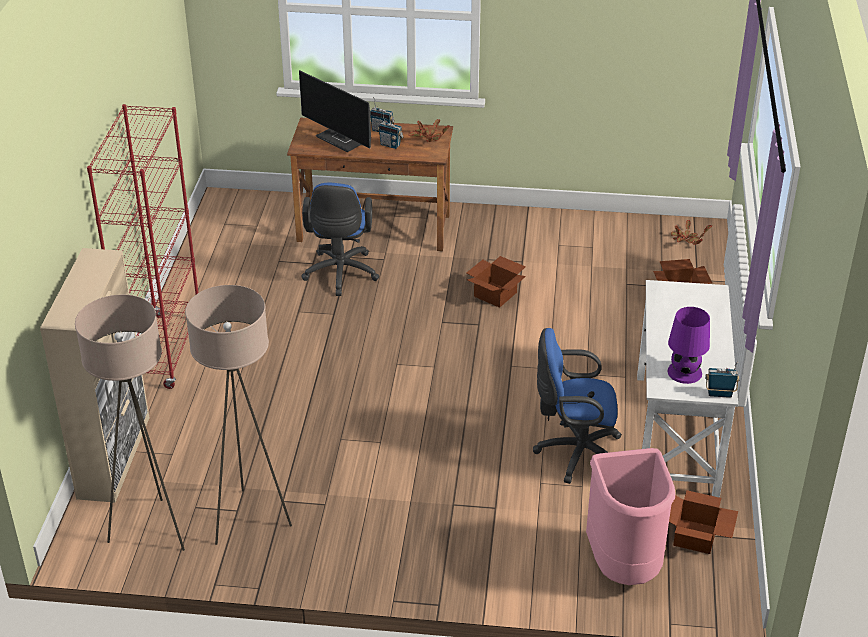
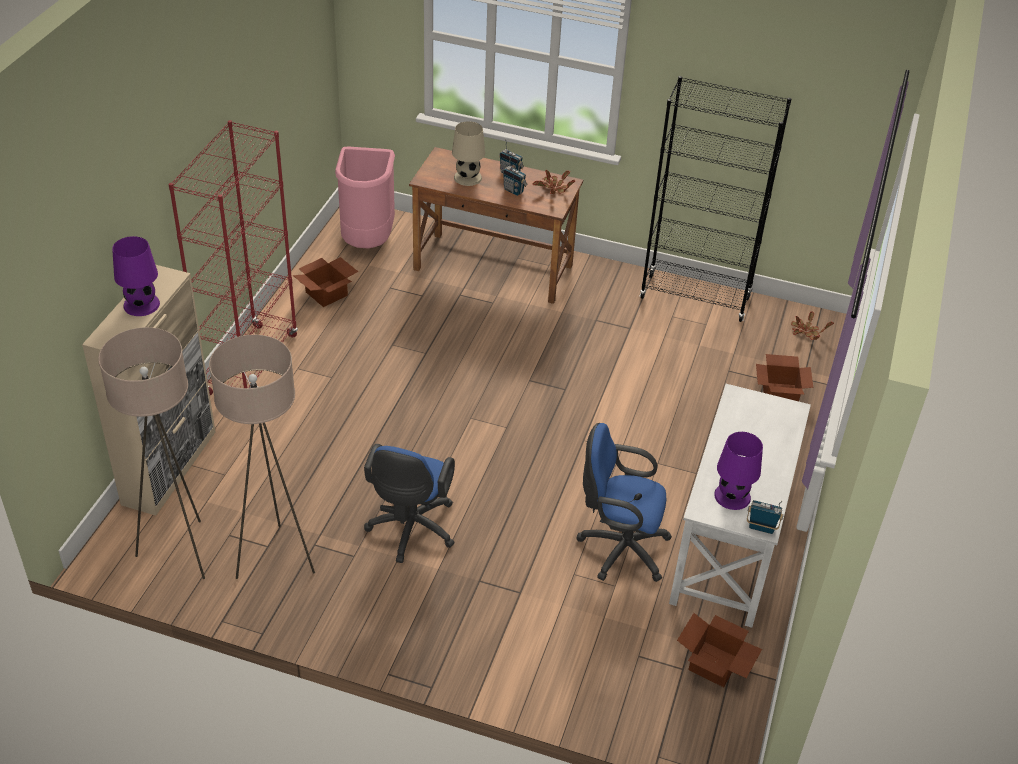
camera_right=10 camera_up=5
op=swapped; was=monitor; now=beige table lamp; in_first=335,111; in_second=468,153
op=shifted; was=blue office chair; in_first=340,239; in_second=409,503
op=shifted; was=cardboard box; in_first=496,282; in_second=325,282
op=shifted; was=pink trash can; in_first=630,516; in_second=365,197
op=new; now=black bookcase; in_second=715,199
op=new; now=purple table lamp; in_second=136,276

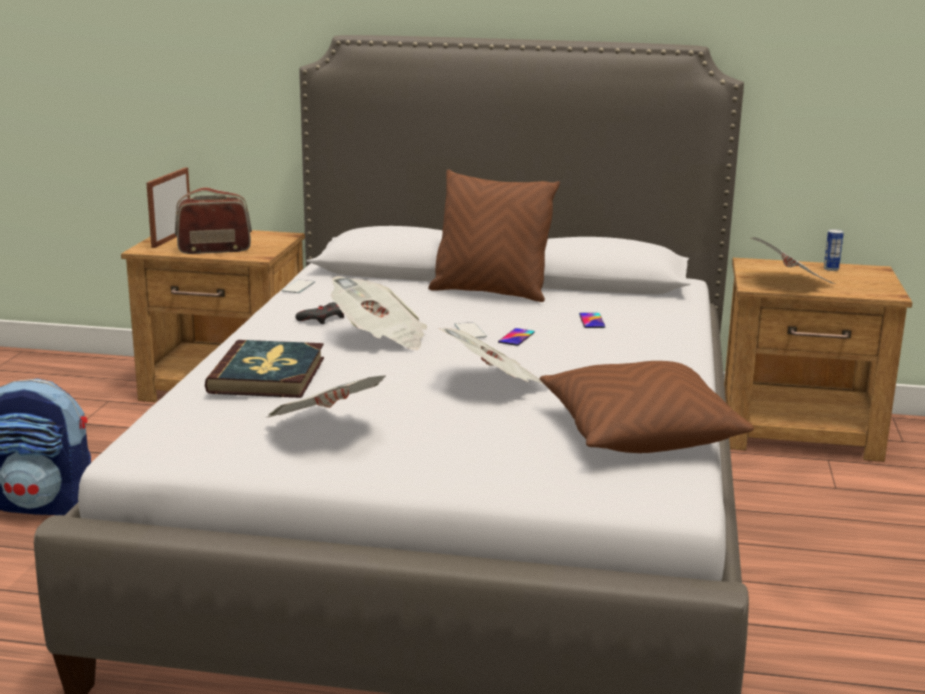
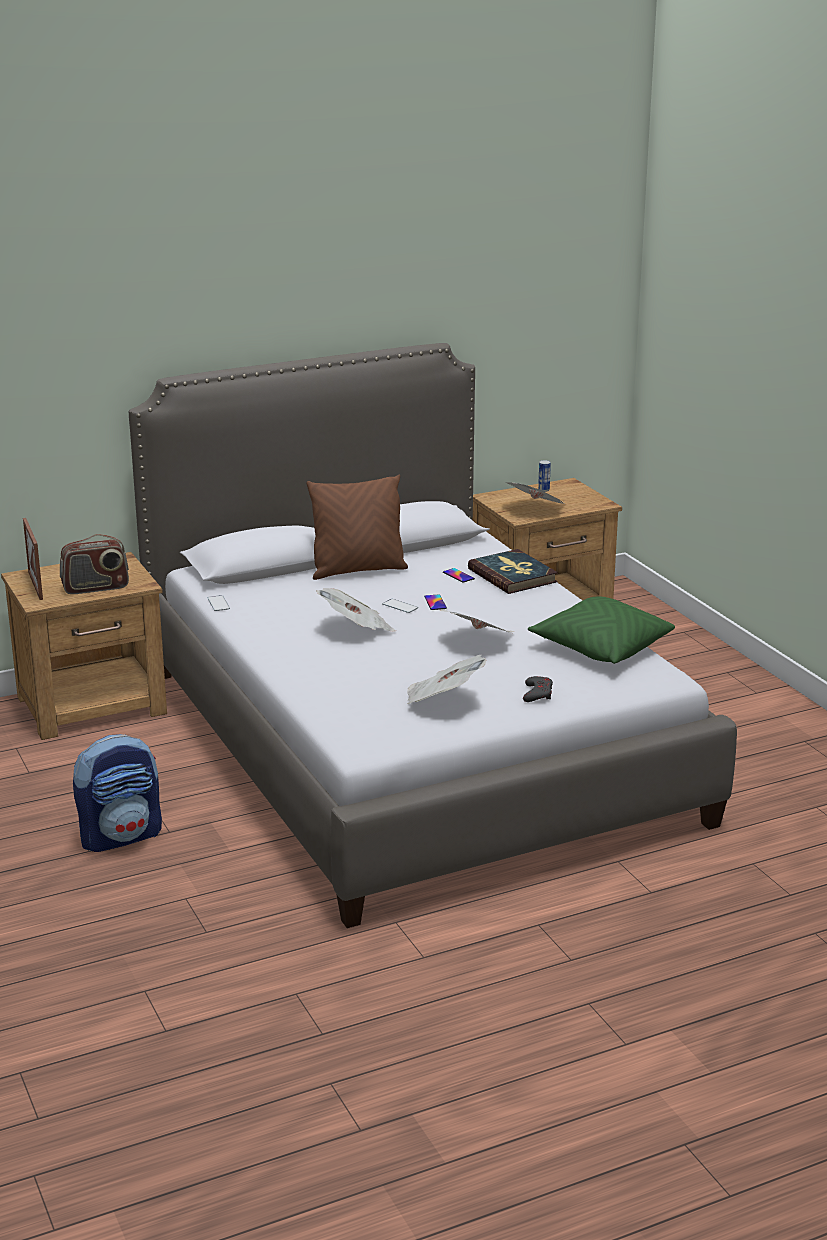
camera_right=-35 camera_up=5
op=rotated; was=radio; in_first=213,220; in_second=94,564; clockwise=-150
op=shifted; was=grey game controller; in_first=319,313; in_second=538,689
op=shifted; was=book; in_first=264,369; in_second=513,571
op=repainted; was=brown pillow; now=green pillow; in_first=647,407; in_second=601,630

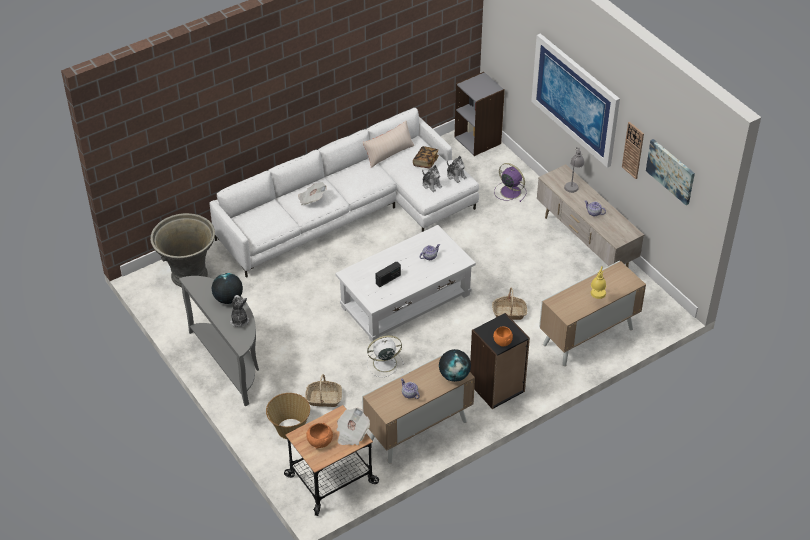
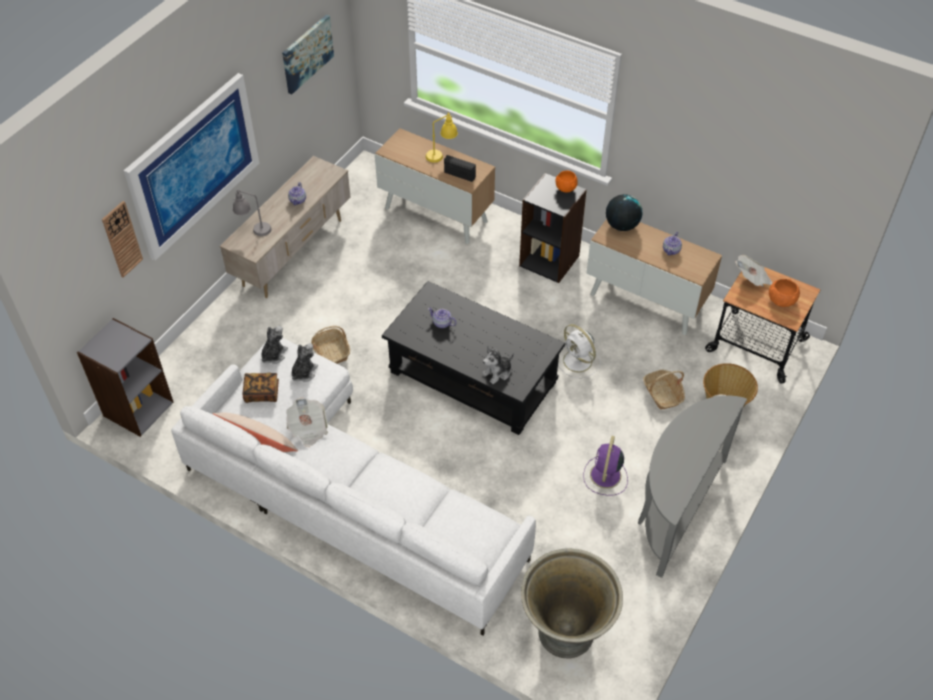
camera_right=-115 camera_up=5
op=shifted; was=wall clock; in_first=633,150; in_second=122,239
op=shifted; was=purple fan; in_first=510,182; in_second=605,466
op=shifted; was=newspaper; in_first=312,193; in_second=307,422
op=repainted; was=white coffee table; now=black coffee table; in_first=405,284; in_second=473,358
op=shifted; was=radio; in_first=388,274; in_second=460,168
op=gone; was=globe; in_first=227,288
op=shifted; was=basket; in_first=509,303; in_second=330,345
op=shifted; was=plush toy; in_first=239,311; in_second=498,365

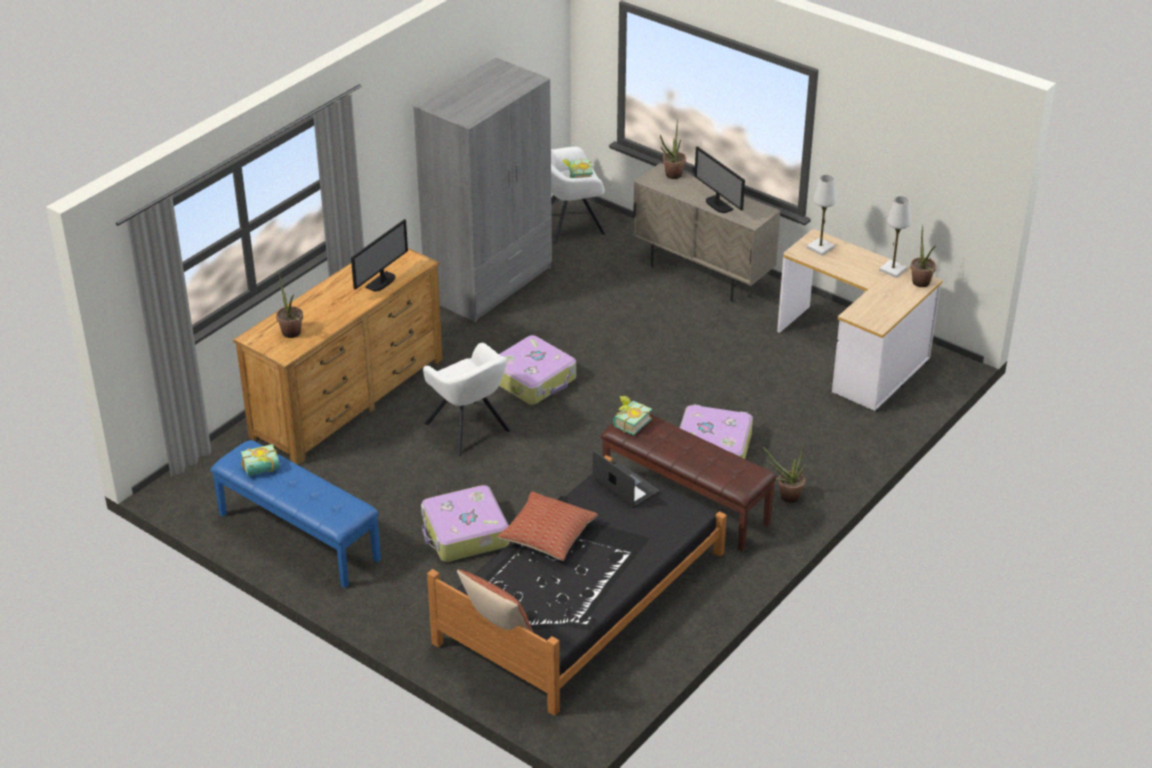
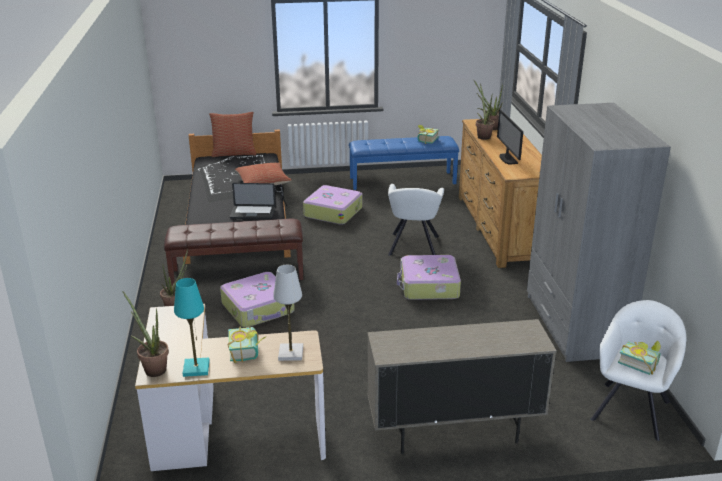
camera_right=135 camera_up=-10
op=shifted; was=potted plant; in_first=673,149; in_second=485,112
op=gone; was=monitor; in_first=720,179
op=repainted; was=white table lamp; now=turquoise table lamp; in_first=895,237; in_second=192,327
op=rotated; was=white armchair; in_first=467,399; in_second=416,220; clockwise=-90
op=shifted; was=book; in_first=632,415; in_second=247,345

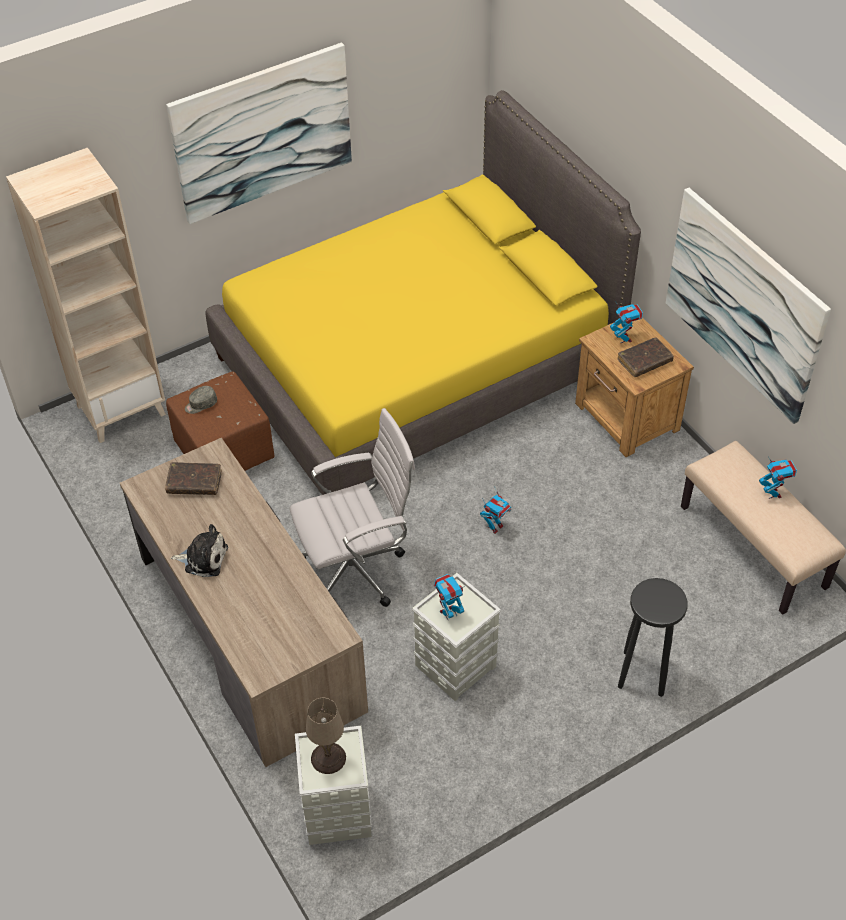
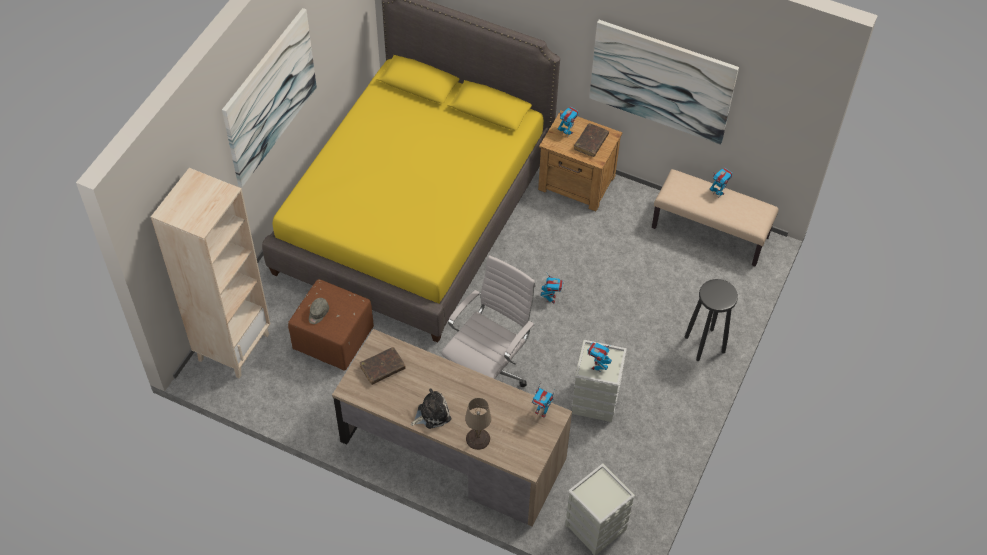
camera_right=-35 camera_up=5
op=shifted; was=beige table lamp; in_first=326,736; in_second=478,424
op=new; now=toy robot; in_second=542,400

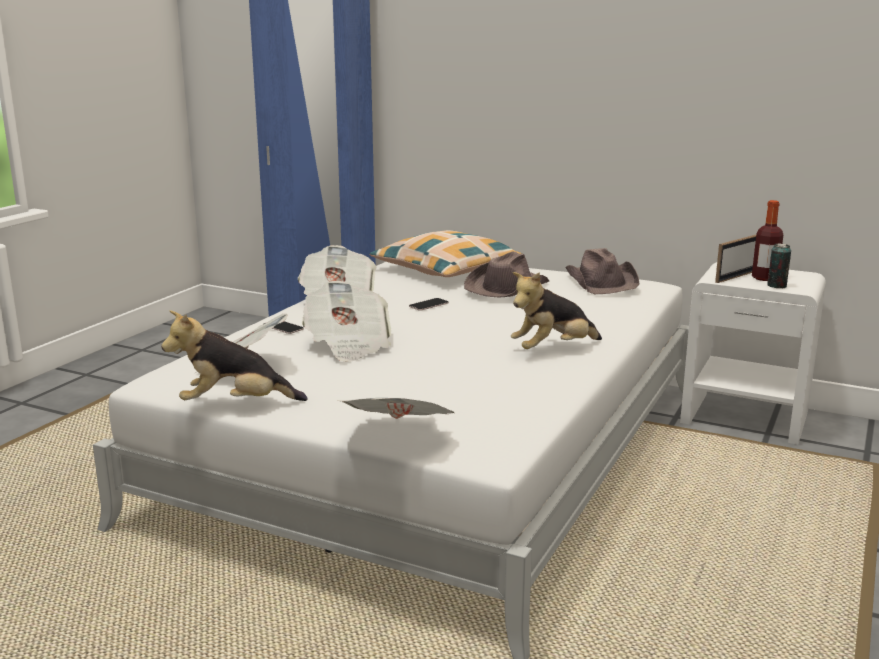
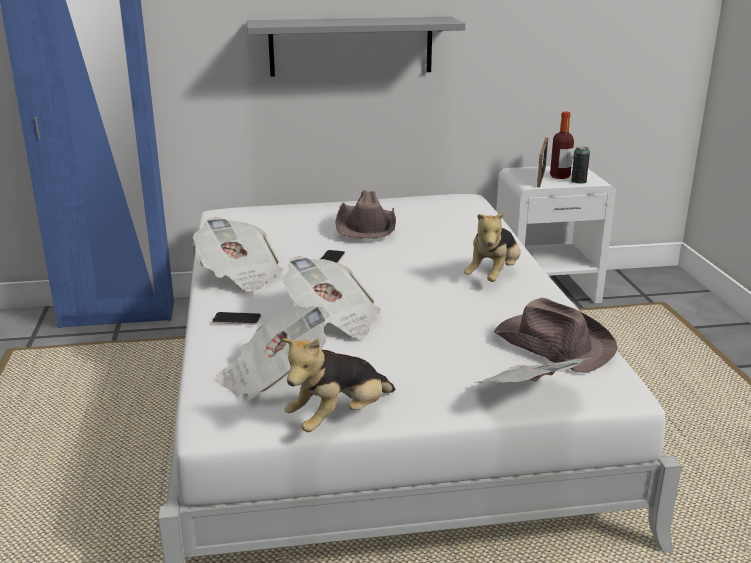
camera_right=-35 camera_up=5
op=gone; was=pillow; in_first=445,253
op=shifted; was=brown hat; in_first=603,271; in_second=556,335
op=new; now=grey shelf; in_second=356,47

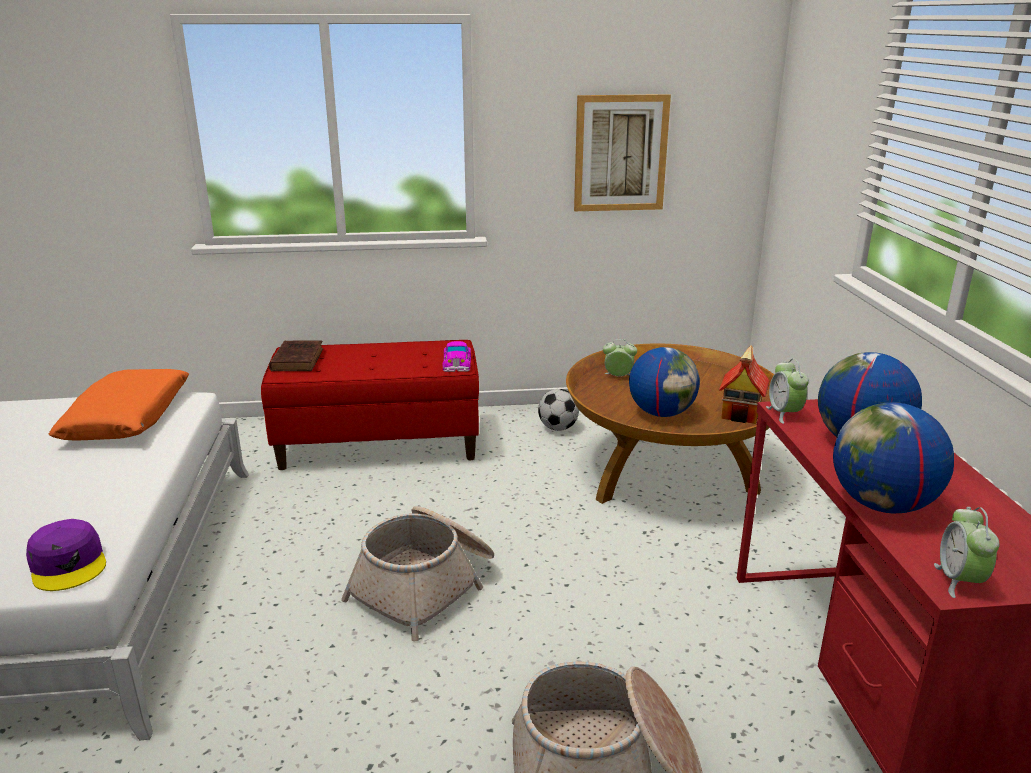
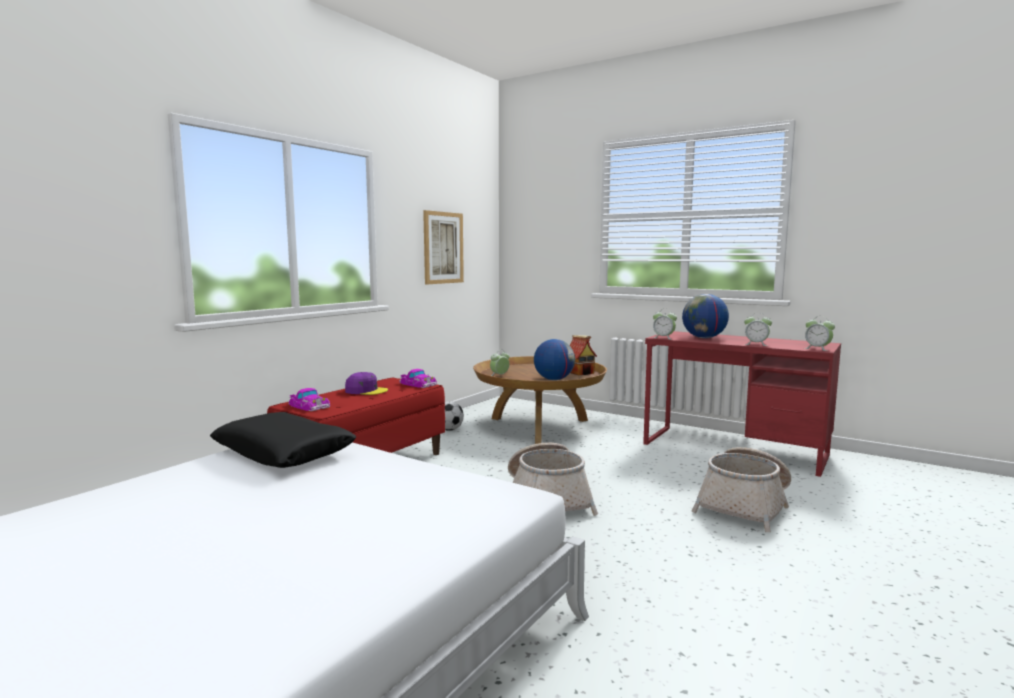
camera_right=-50 camera_up=-15
op=swapped; was=brown book; now=toy car; in_first=296,355; in_second=309,399
op=repainted; was=orange pillow; now=black pillow; in_first=119,404; in_second=283,440
op=swapped; was=globe; now=alarm clock; in_first=893,458; in_second=758,331
op=shifted; was=purple cap; in_first=66,555; in_second=366,383

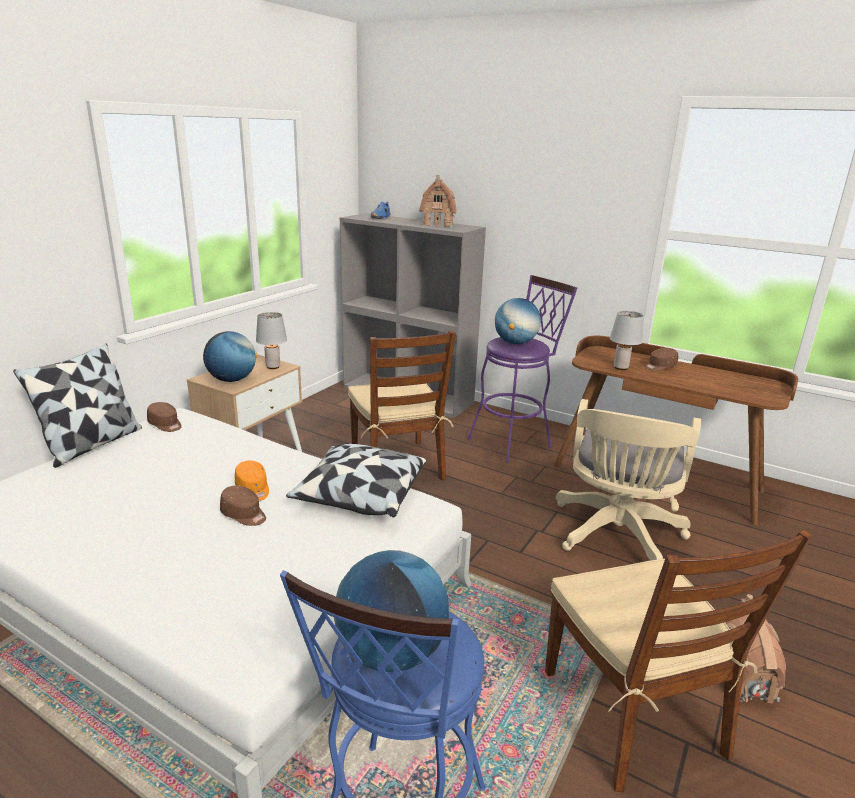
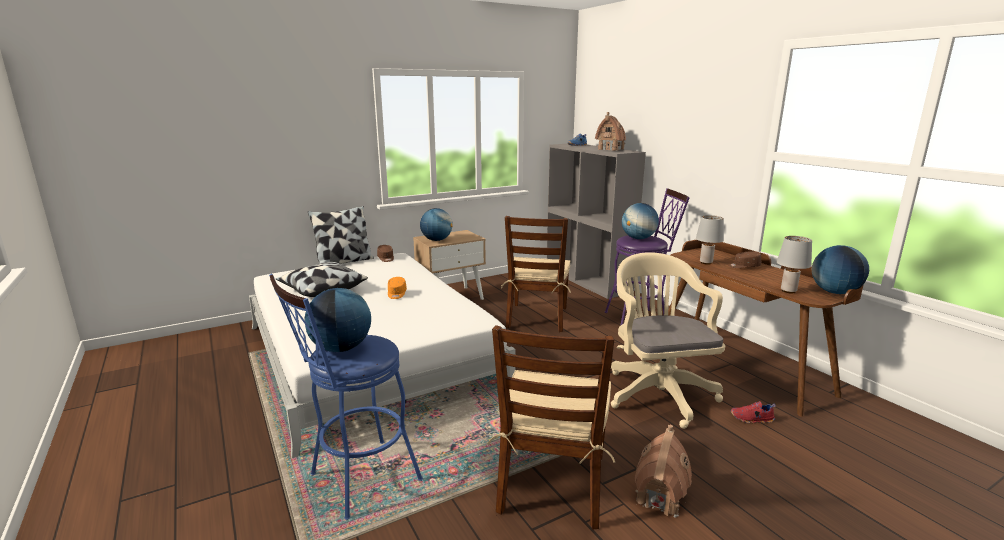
camera_right=30 camera_up=-5
op=shifted; was=grey table lamp; in_first=271,340; in_second=794,264
op=rotated; was=beige office chair; in_first=628,479; in_second=668,340; clockwise=120
op=shifted; was=pillow; in_first=356,480; in_second=322,279
op=gone; was=brown cap; in_first=243,505
op=new; now=globe; in_second=840,269
op=new; now=red shoe; in_second=753,412

